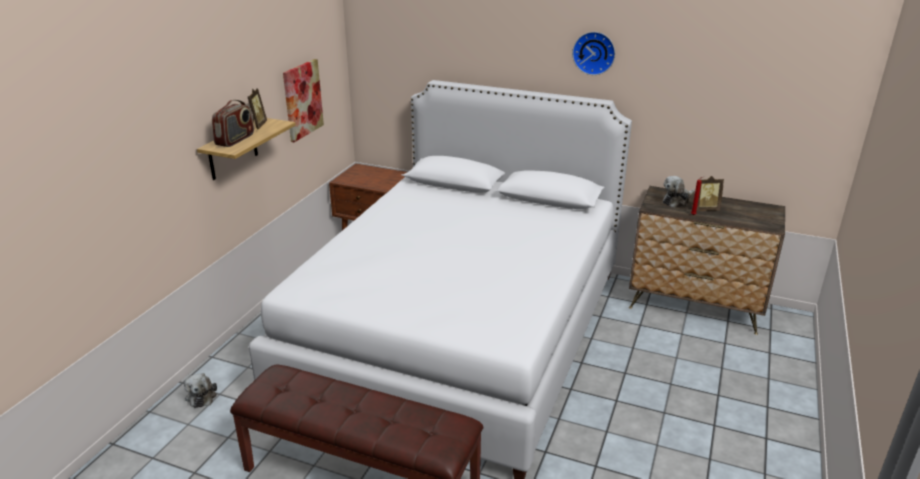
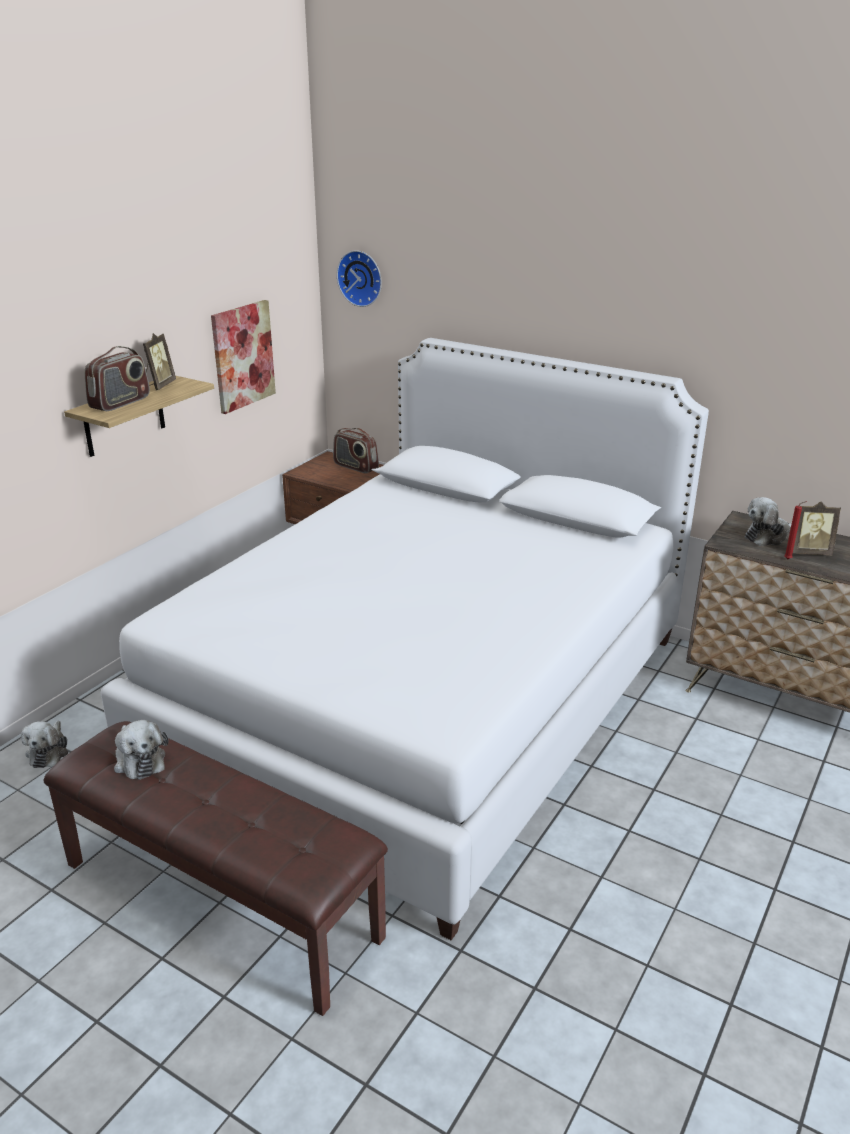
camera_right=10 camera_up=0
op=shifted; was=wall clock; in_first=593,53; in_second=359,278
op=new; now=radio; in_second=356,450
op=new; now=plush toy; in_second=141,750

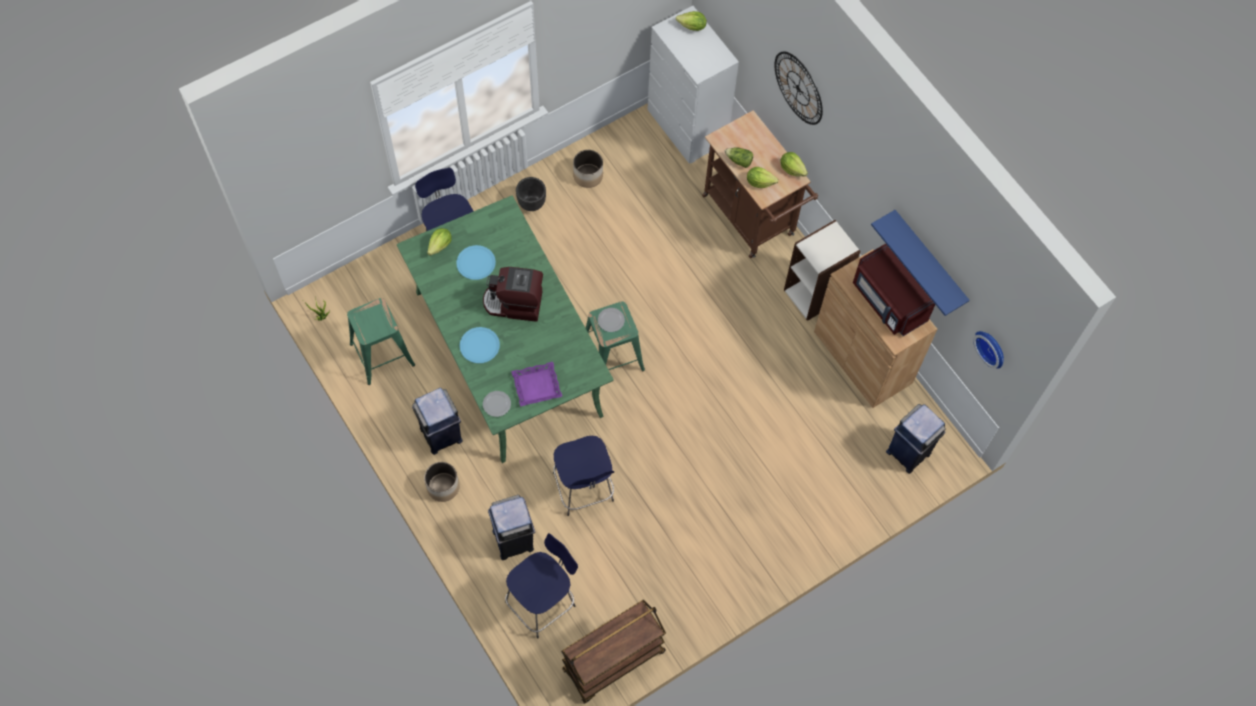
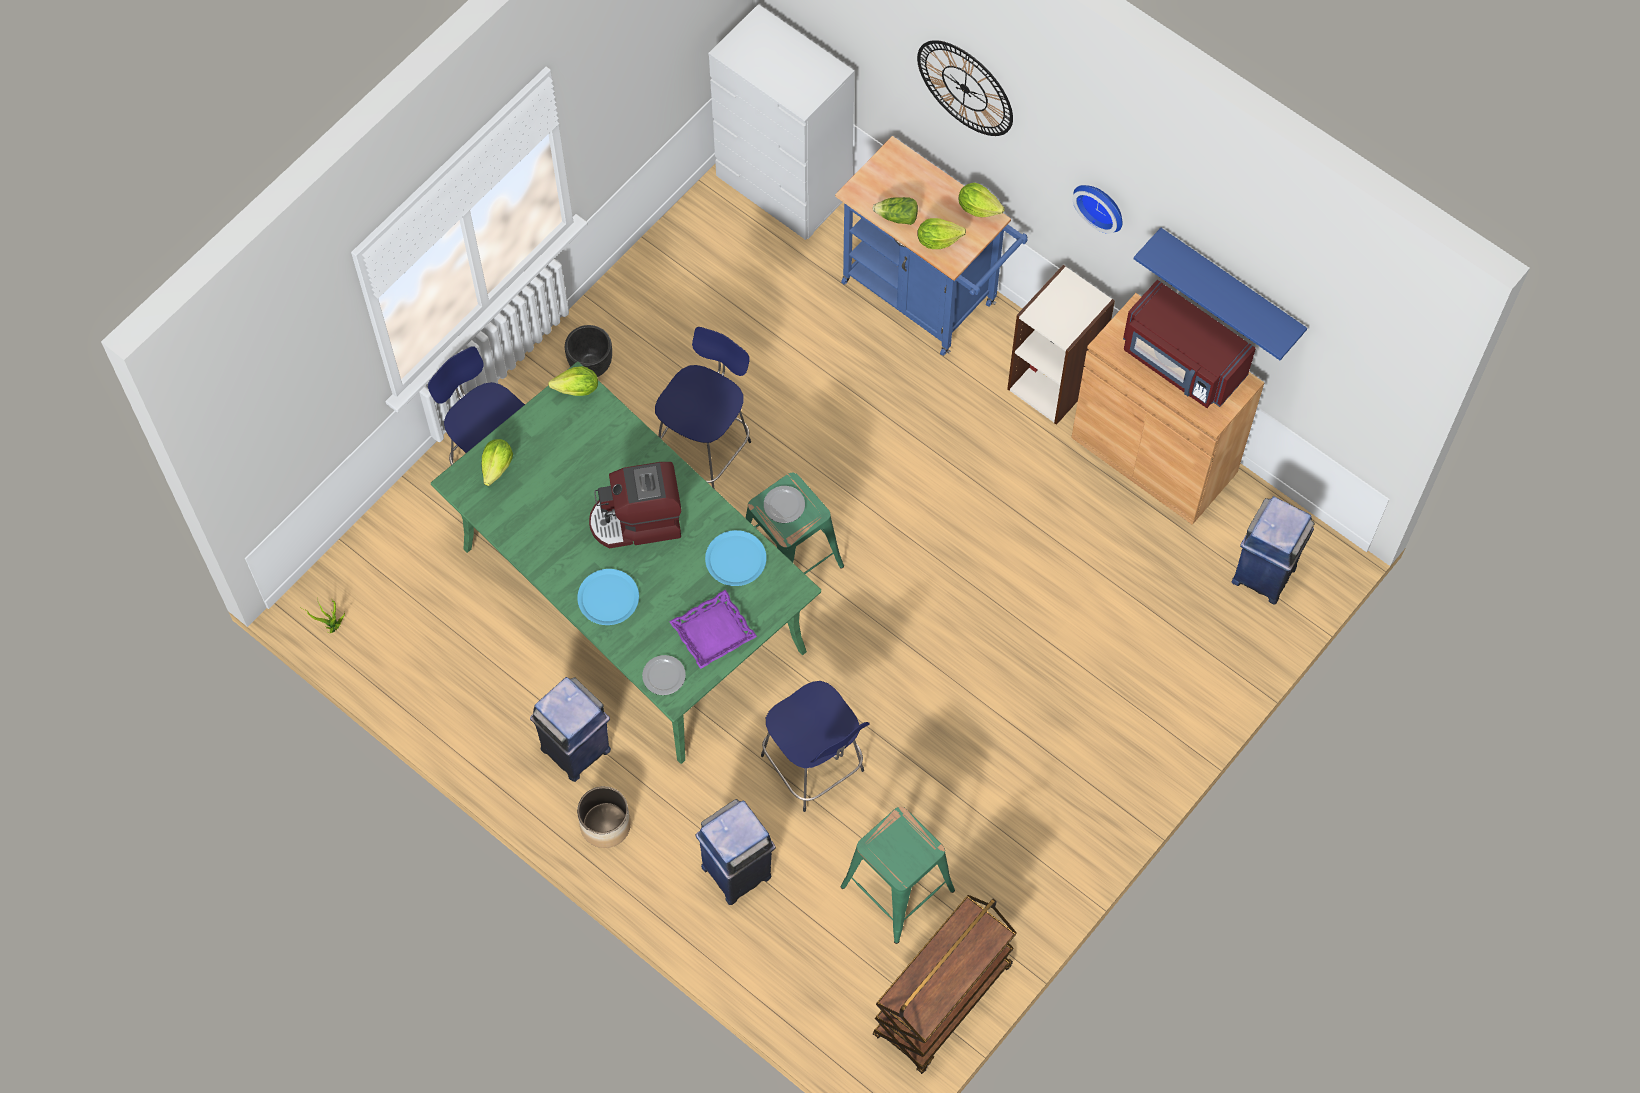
camera_right=-15 camera_up=0
op=shifted; was=lettuce; in_first=691,21; in_second=573,381
op=repainted; was=brown cart; now=blue cart; in_first=760,184; in_second=931,246
op=gone; was=planter; in_first=588,169
op=shifted; was=blue plate; in_first=476,262; in_second=736,558
op=shifted; was=green stool; in_first=381,341; in_second=898,875
op=shifted; was=wall clock; in_first=988,349; in_second=1097,209
op=shifted; was=blue stool; in_first=541,586; in_second=703,408

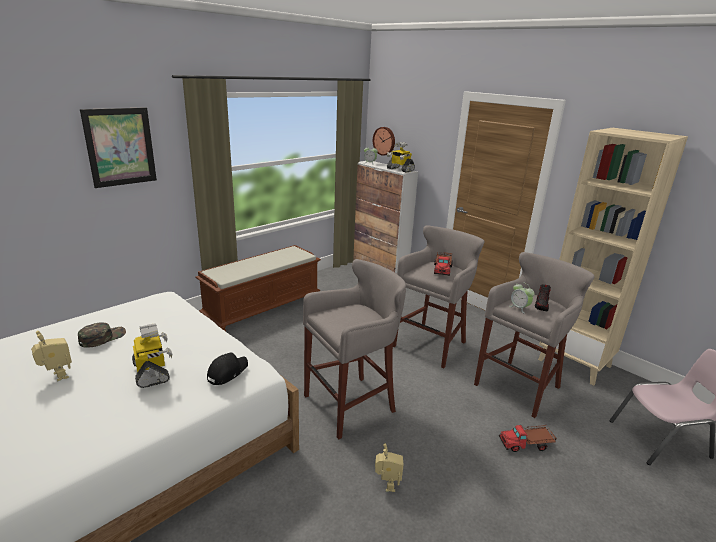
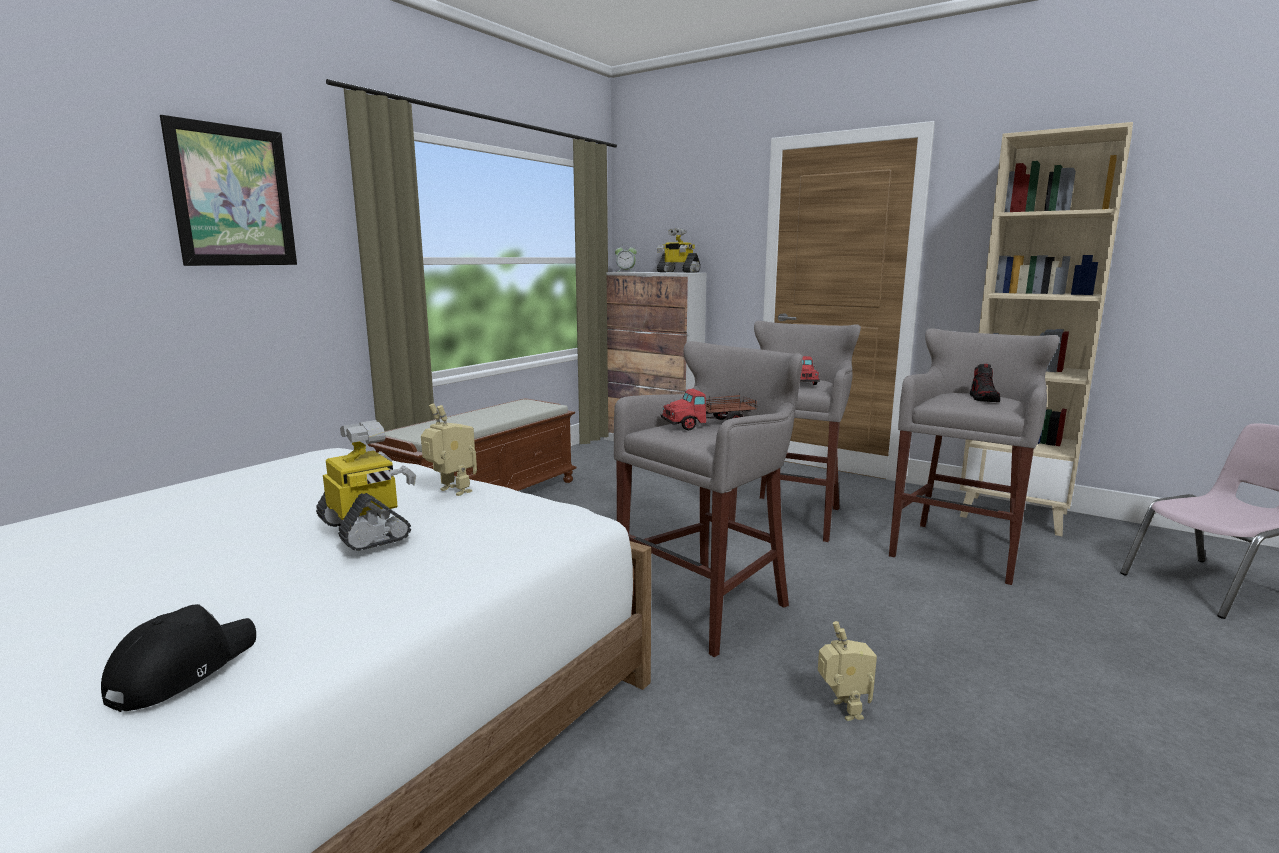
camera_right=-10 camera_up=-10
op=gone; was=wall clock; in_first=384,141
op=gone; was=alarm clock; in_first=522,298
op=gone; was=green cap; in_first=102,335
op=shifted; was=toy robot; in_first=51,356; in_second=449,450
op=shifted; was=black cap; in_first=227,369; in_second=178,658
op=shifted; was=toy truck; in_first=528,438; in_second=708,409

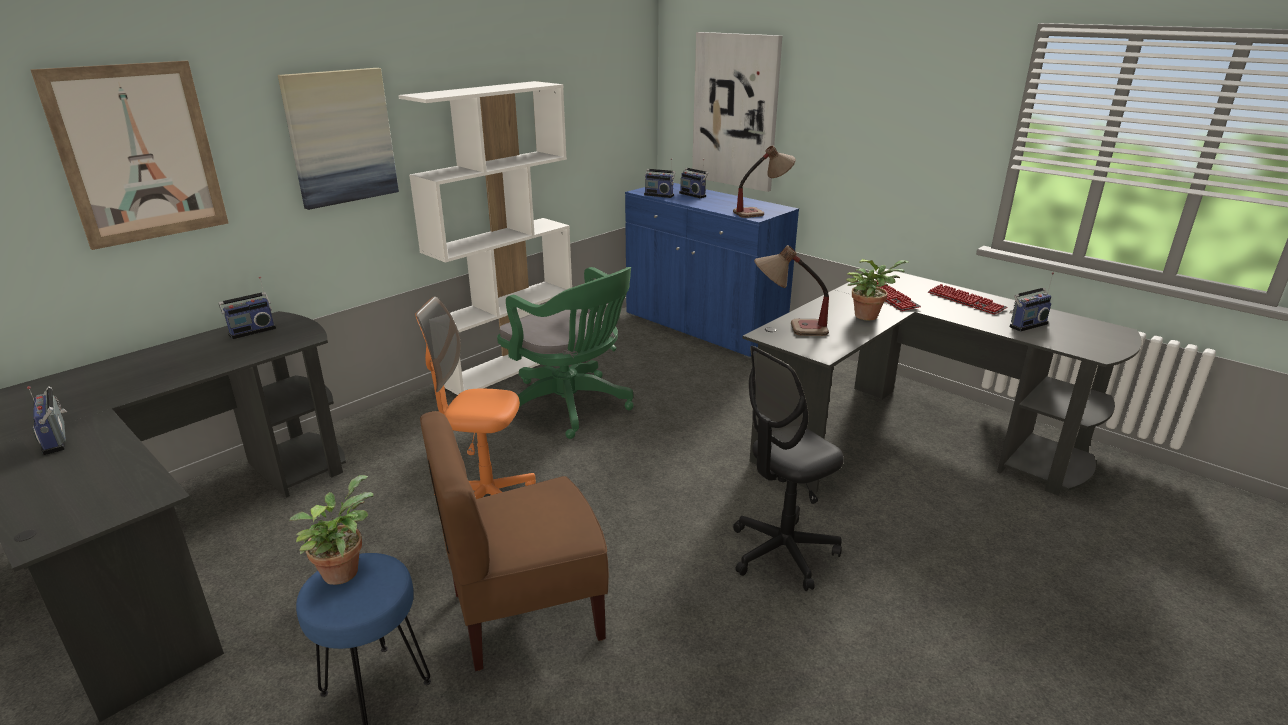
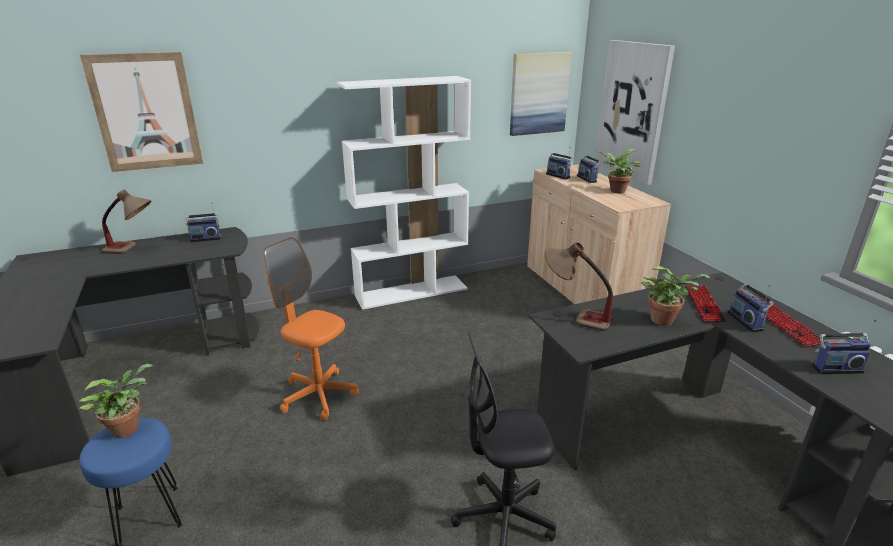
camera_right=25 camera_up=0
op=shifted; was=picture; in_first=338,139; in_second=541,94
op=shifted; was=table lamp; in_first=764,182; in_second=126,221
op=repainted; was=blue cabinet; now=beige cabinet; in_first=712,271; in_second=599,234
op=gone; was=green office chair; in_first=565,353
op=shifted; was=radio; in_first=47,420; in_second=750,307
op=gone; was=brown chair; in_first=514,541
op=new; now=potted plant; in_second=619,171

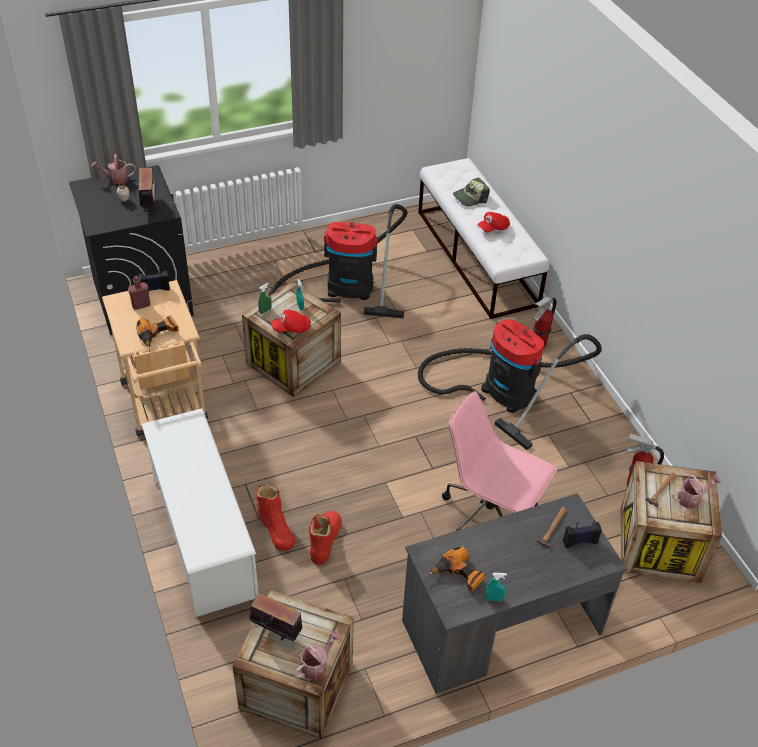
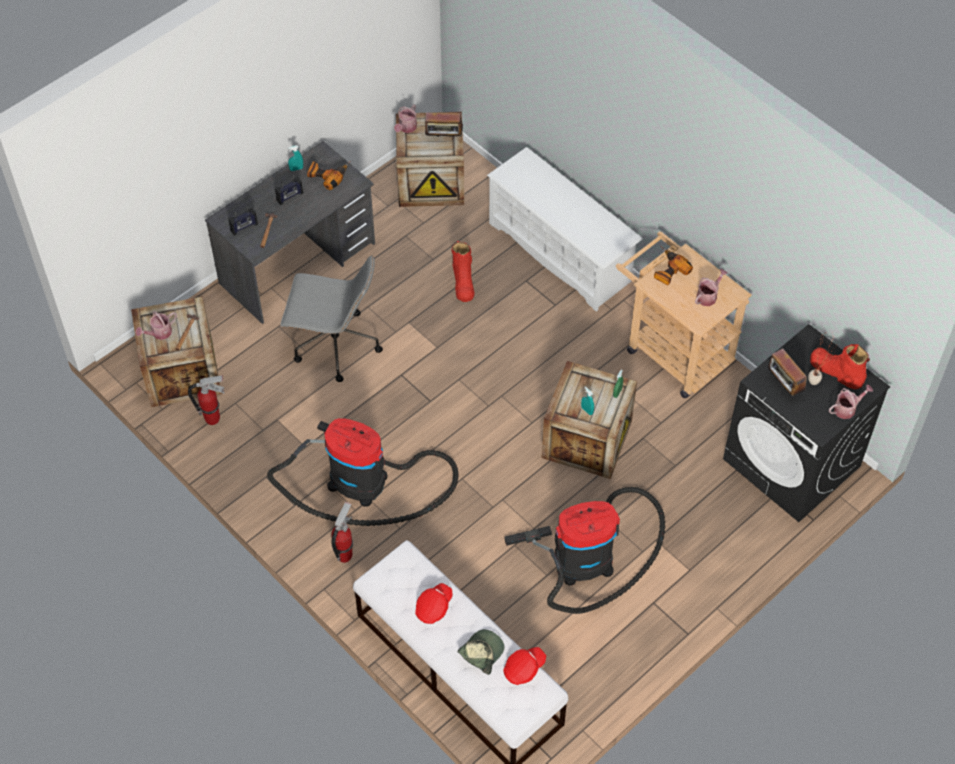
camera_right=160 camera_up=10
op=shifted; was=radio; in_first=154,278; in_second=289,190
op=swapped; was=red bottle; now=watering can; in_first=139,293; in_second=711,287
op=shifted; was=red cap; in_first=291,321; in_second=524,666
op=repainted; was=pink office chair; now=grey office chair; in_first=499,461; in_second=331,318
op=shifted; was=red boot; in_first=275,518; in_second=840,366

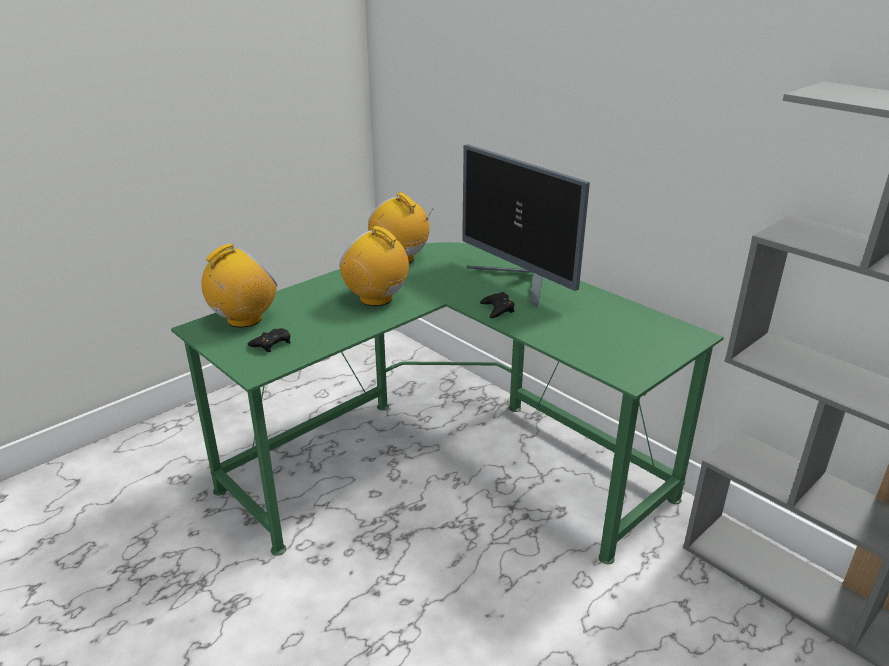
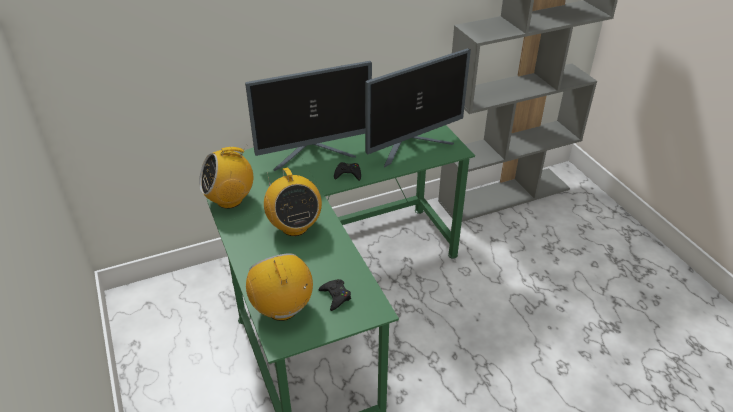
camera_right=-70 camera_up=10
op=rotated; was=radio; in_first=377,266; in_second=293,202; clockwise=-75
op=new; now=monitor; in_second=418,108

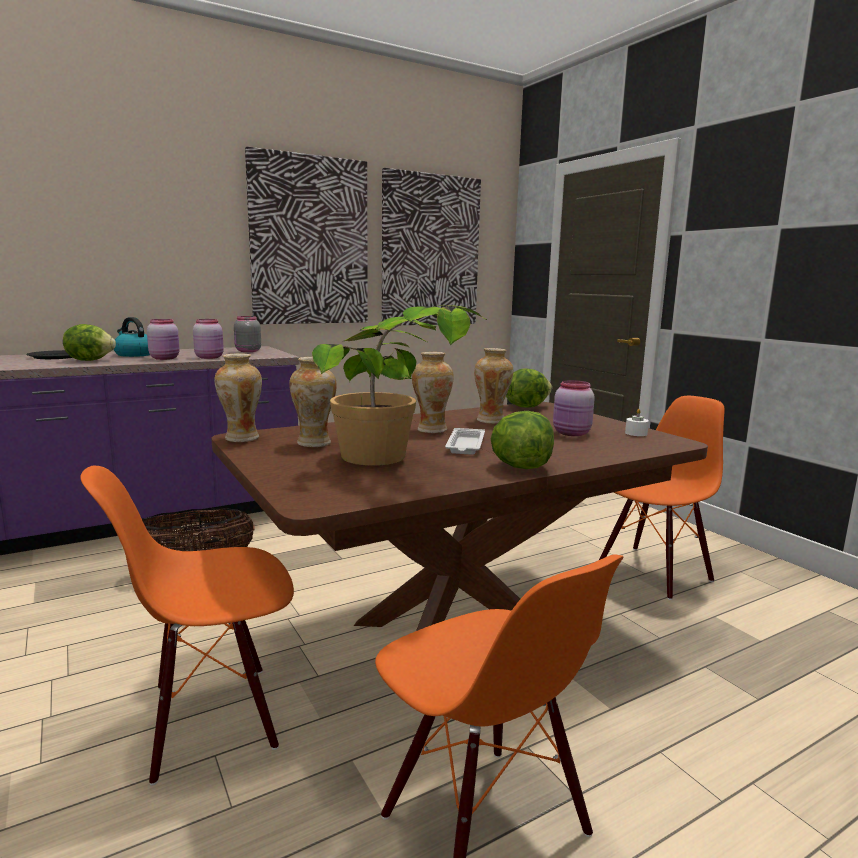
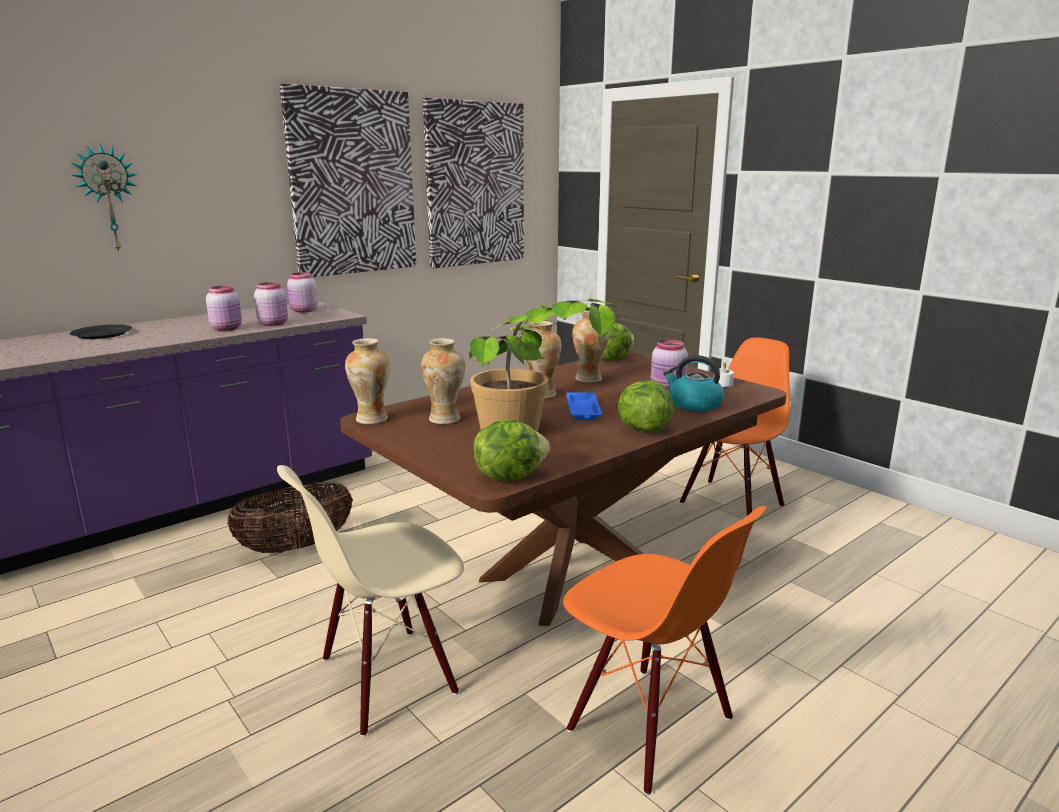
camera_right=-10 camera_up=5
op=repainted; was=grey jar; now=pink jar; in_first=247,334; in_second=302,292
op=shifted; was=kettle; in_first=132,337; in_second=693,383
op=shifted; was=lettuce; in_first=89,342; in_second=511,450
op=repainted; was=white tray; now=blue tray; in_first=465,441; in_second=584,406
op=repainted; was=orange chair; now=beige chair; in_first=187,625; in_second=370,601
op=new; now=wall clock; in_second=104,198

